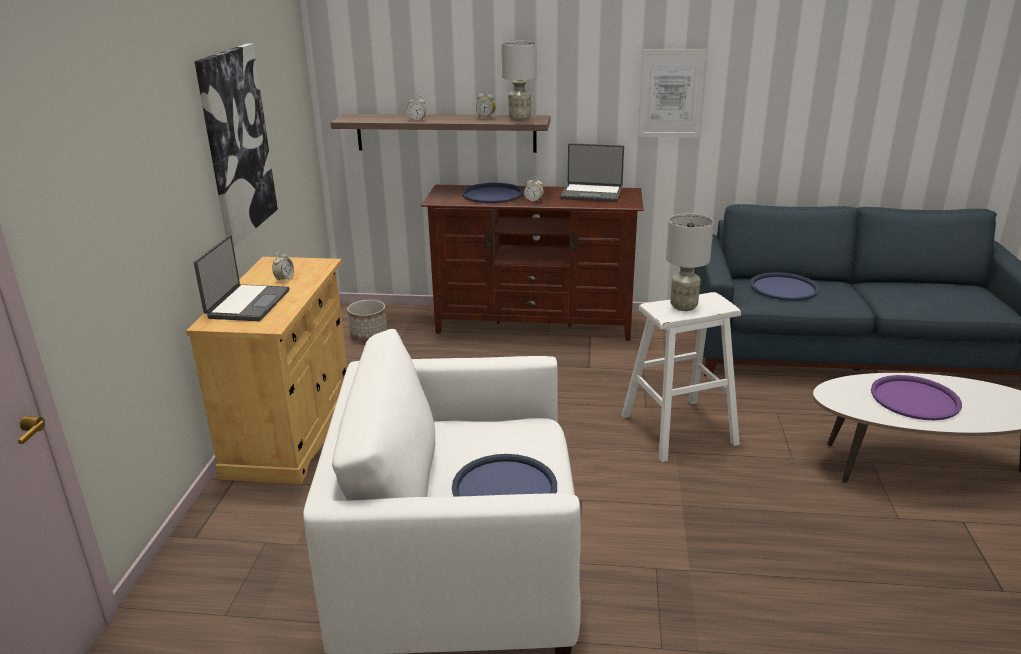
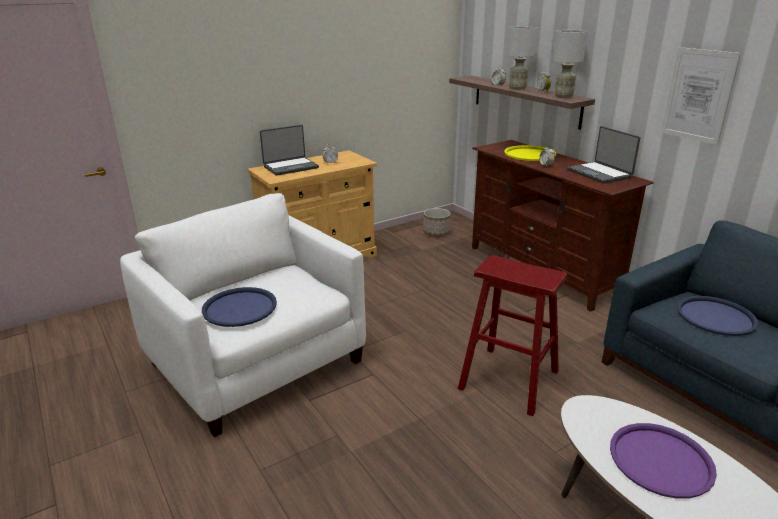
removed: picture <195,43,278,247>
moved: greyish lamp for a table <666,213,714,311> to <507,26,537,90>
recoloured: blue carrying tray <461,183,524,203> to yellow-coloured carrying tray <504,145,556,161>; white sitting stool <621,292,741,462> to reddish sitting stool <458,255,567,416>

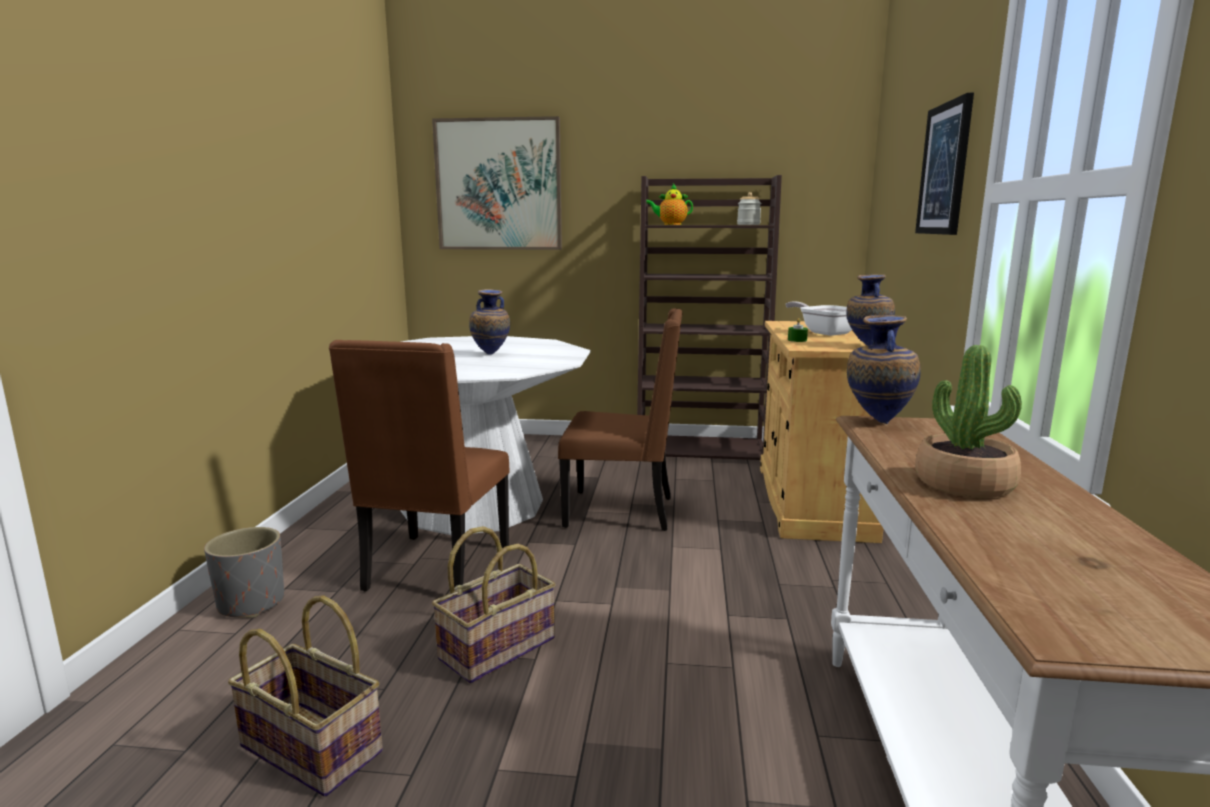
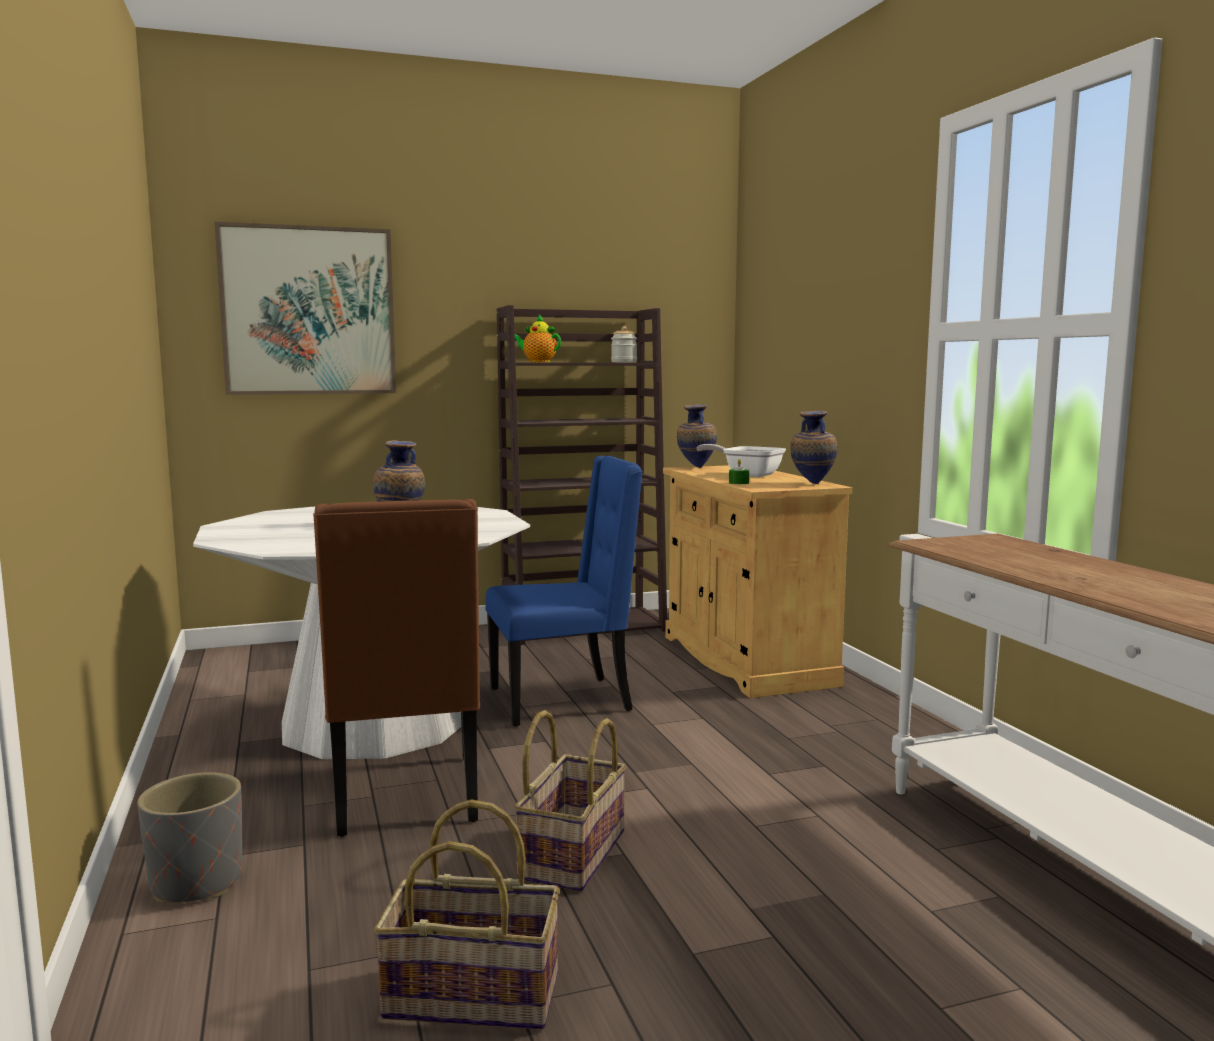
removed: picture <915,93,974,235>; potted plant <915,345,1022,498>
moved: decorative vase <847,315,921,424> to <677,404,717,468>
recoloured: brown-coloured plain chair <558,308,682,531> to blue plain chair <485,456,643,727>
turned: teapot <646,184,693,225> = <515,315,561,362> 45 degrees clockwise

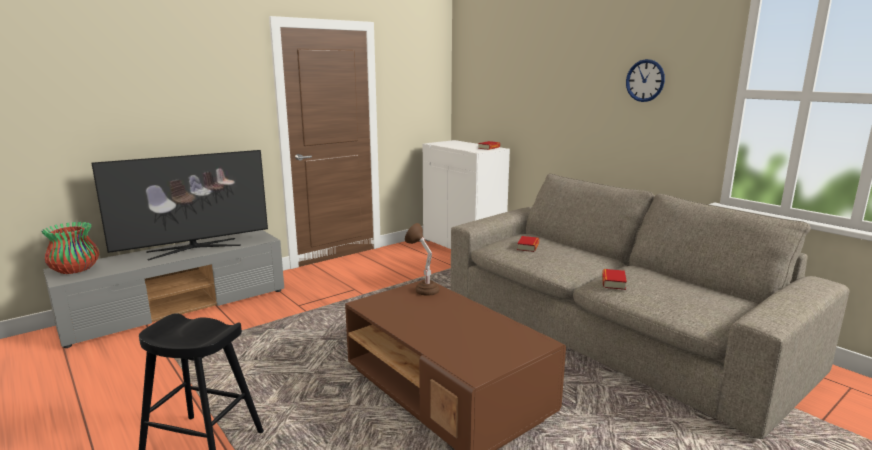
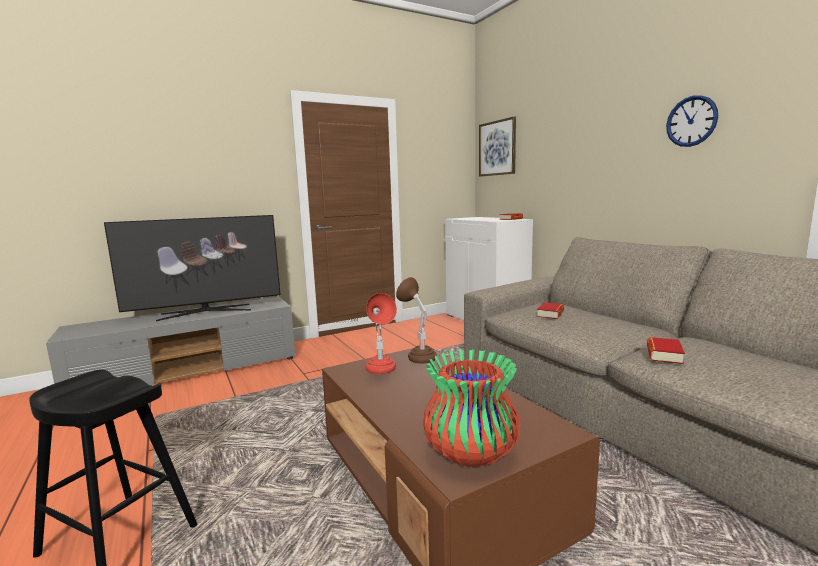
added: reddish lamp for a table <366,293,397,374>; picture <479,116,516,177>
moved: decorative vase <41,222,99,274> to <423,349,521,467>

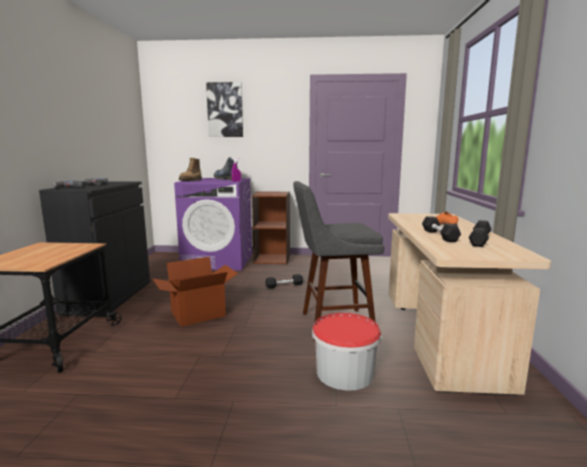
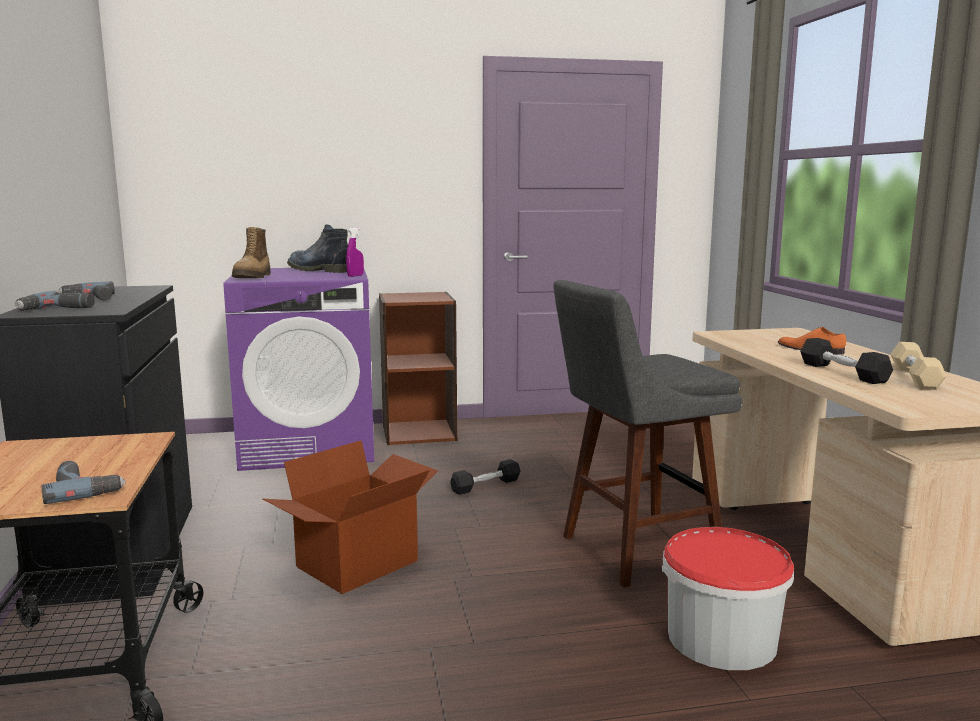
removed: picture <206,82,243,137>
added: power drill <42,461,125,504>
recoloured: blackish dumbbell <469,220,491,247> to sand-coloured dumbbell <890,342,947,390>

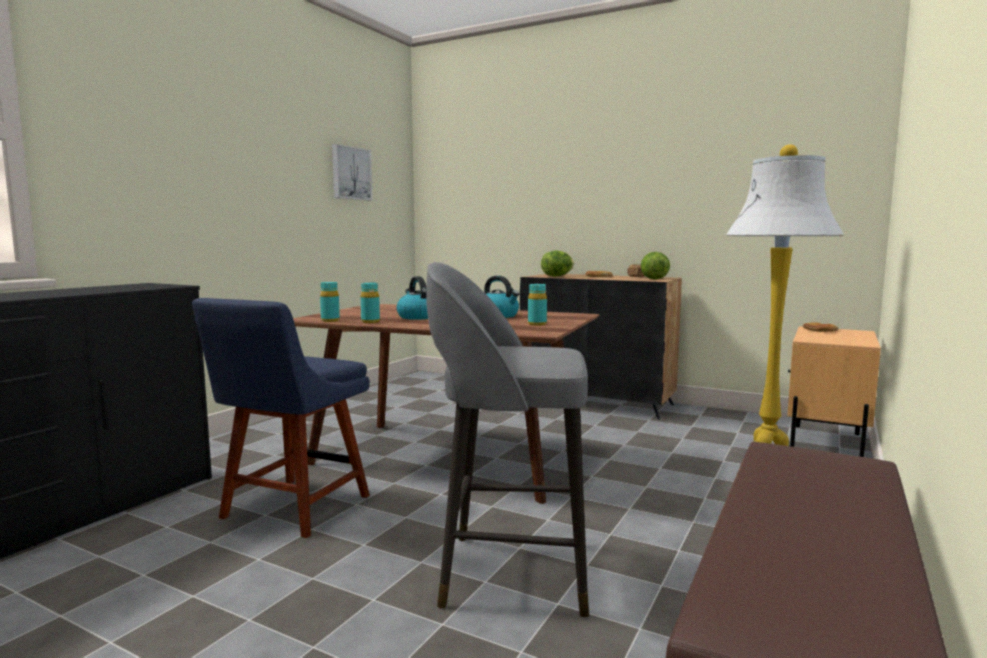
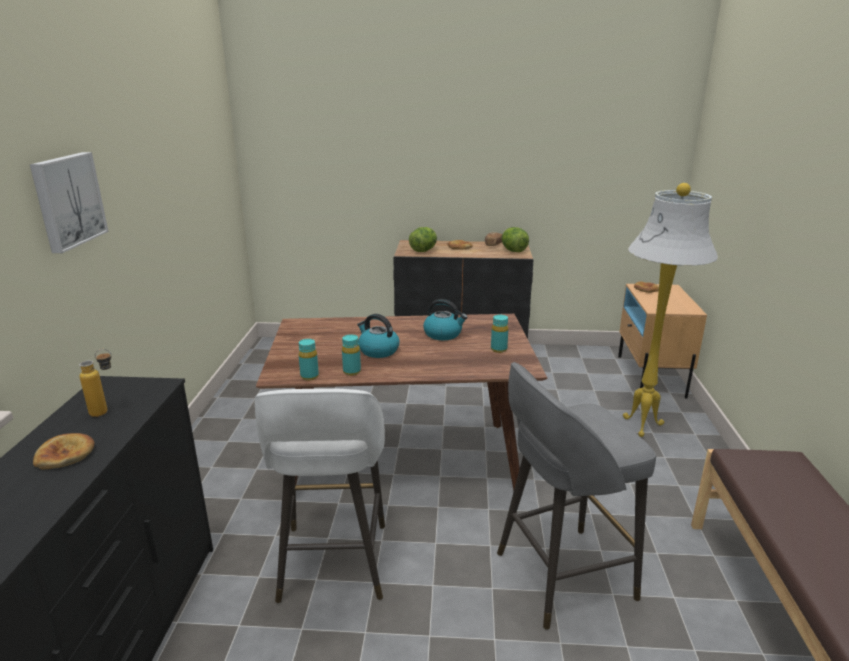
added: baked bread <33,433,94,469>; drink bottle <79,349,112,417>
moved: picture <332,144,372,200> to <30,152,109,253>
replaced: blue plain chair <192,298,370,538> to white sitting stool <254,388,385,603>

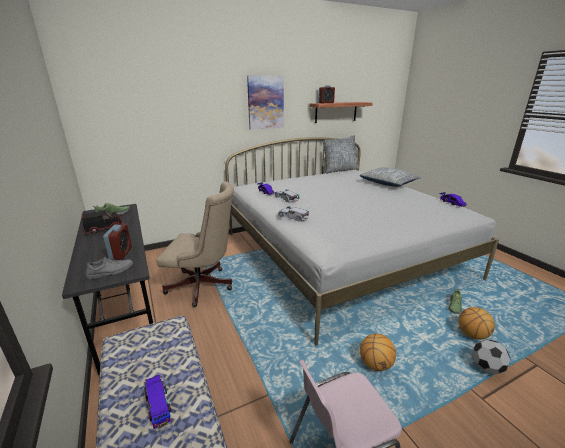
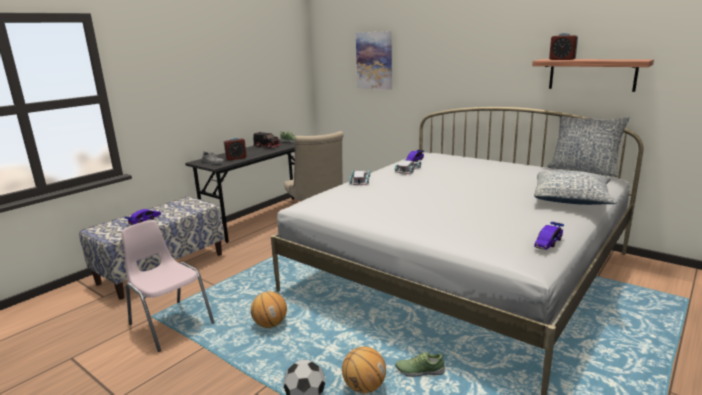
moved: picture <247,75,284,130> to <356,31,392,89>

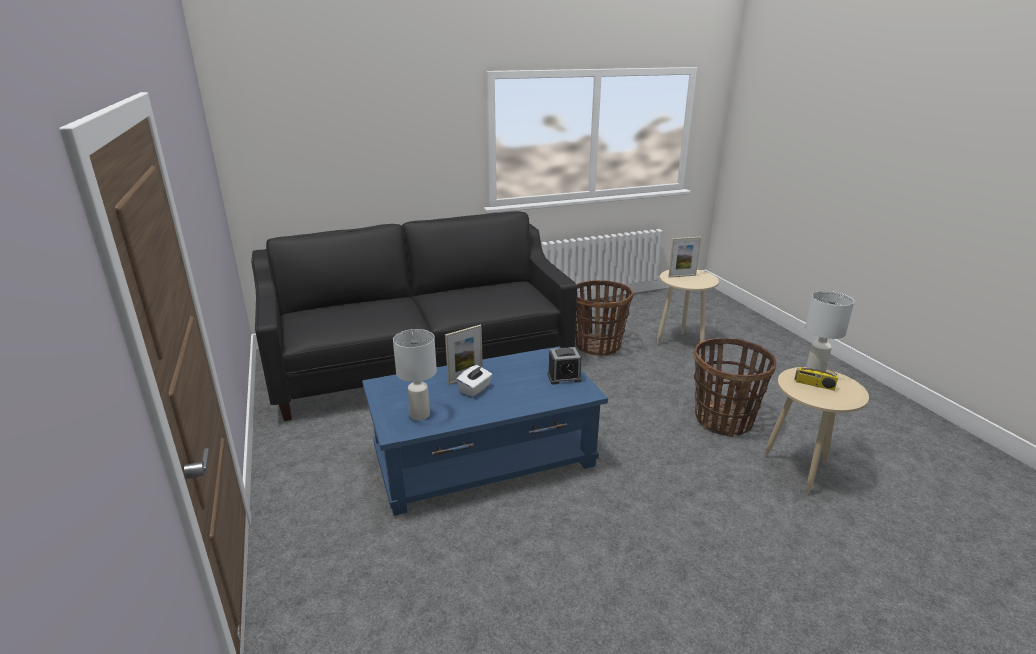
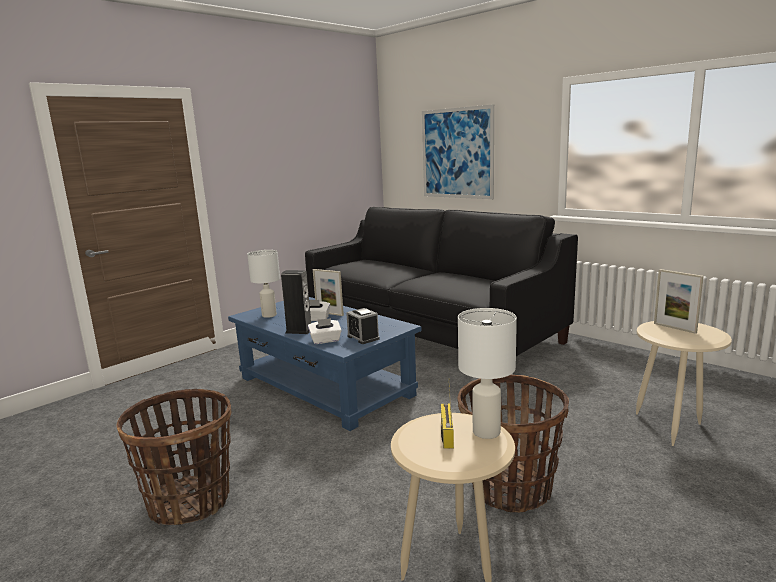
added: speaker <281,270,311,334>; white box of tissues <308,318,342,344>; picture <422,104,494,199>
moved: basket <575,280,633,356> to <116,389,231,525>

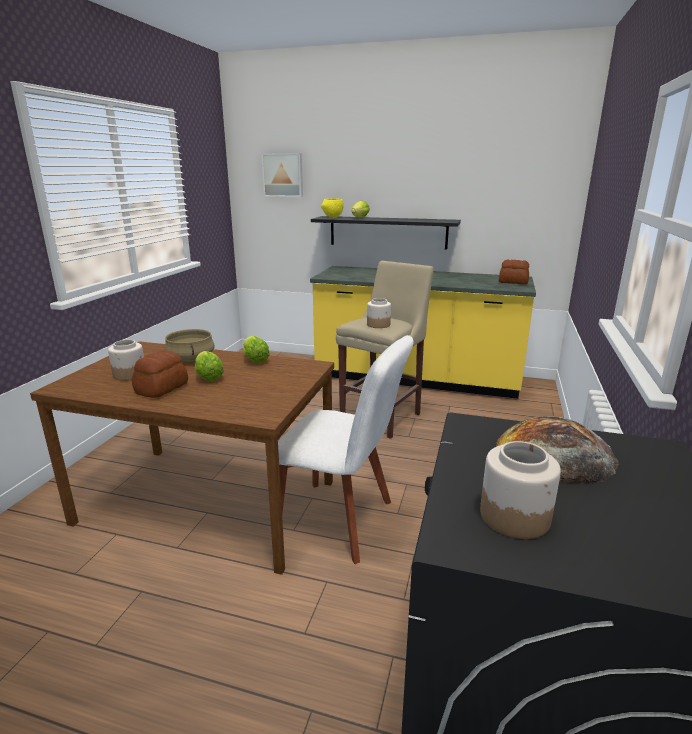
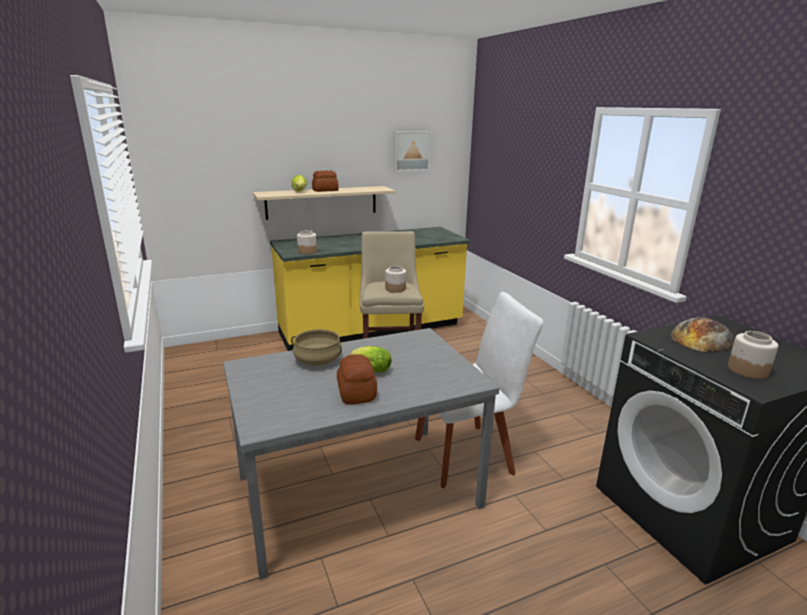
removed: head of lettuce <243,336,270,363>; yellow-coloured deep dish <321,198,344,218>
moved: preserve jar <108,340,144,381> to <297,230,317,254>; picture <261,153,303,197> to <394,131,431,172>; baked bread <499,260,529,285> to <312,171,339,192>
recoloured: brown-coloured dining table <30,341,334,575> to greyish dining table <223,328,499,580>; blackish bracket shelf <311,216,461,250> to sand-coloured bracket shelf <253,186,395,220>

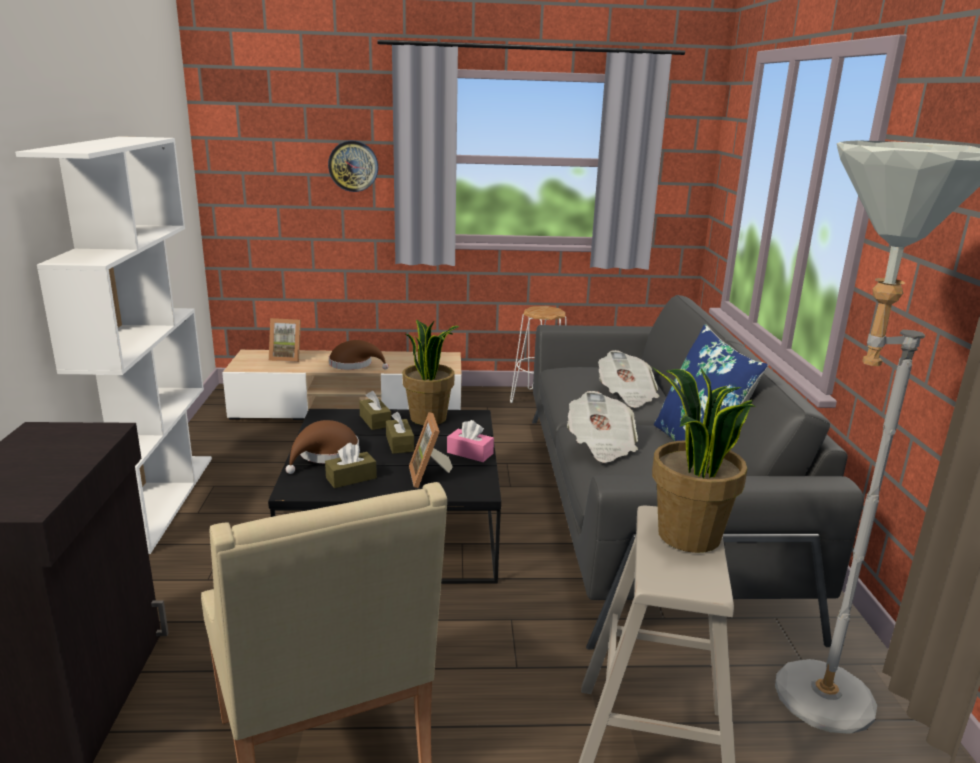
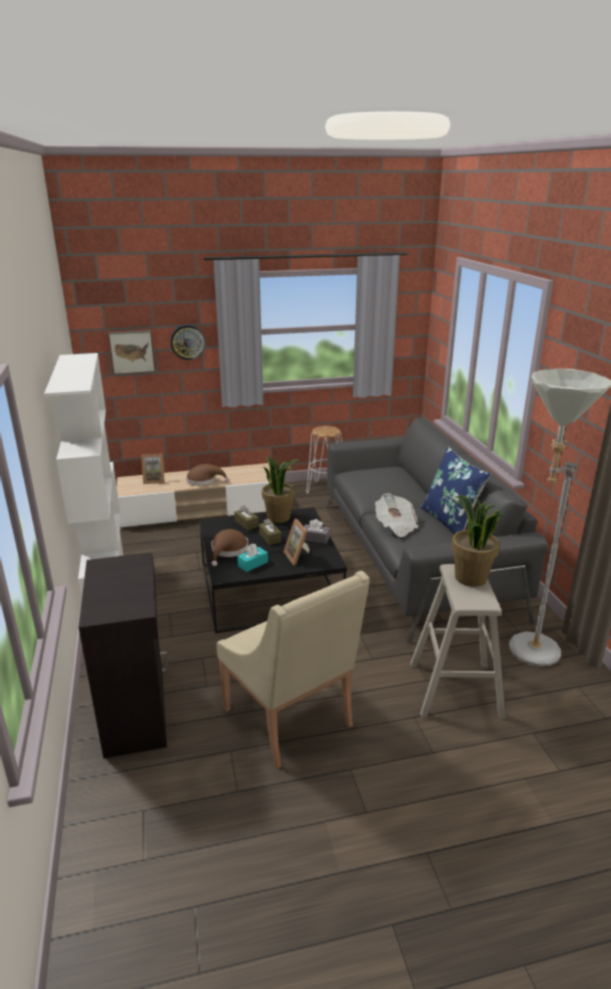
removed: printed paper <598,350,659,408>
added: picture <108,330,155,374>
recoloured: brown-coloured box of tissues <325,443,377,488> to blue-green box of tissues <237,544,268,572>; pink box of tissues <447,420,494,462> to greyish box of tissues <304,519,330,544>

